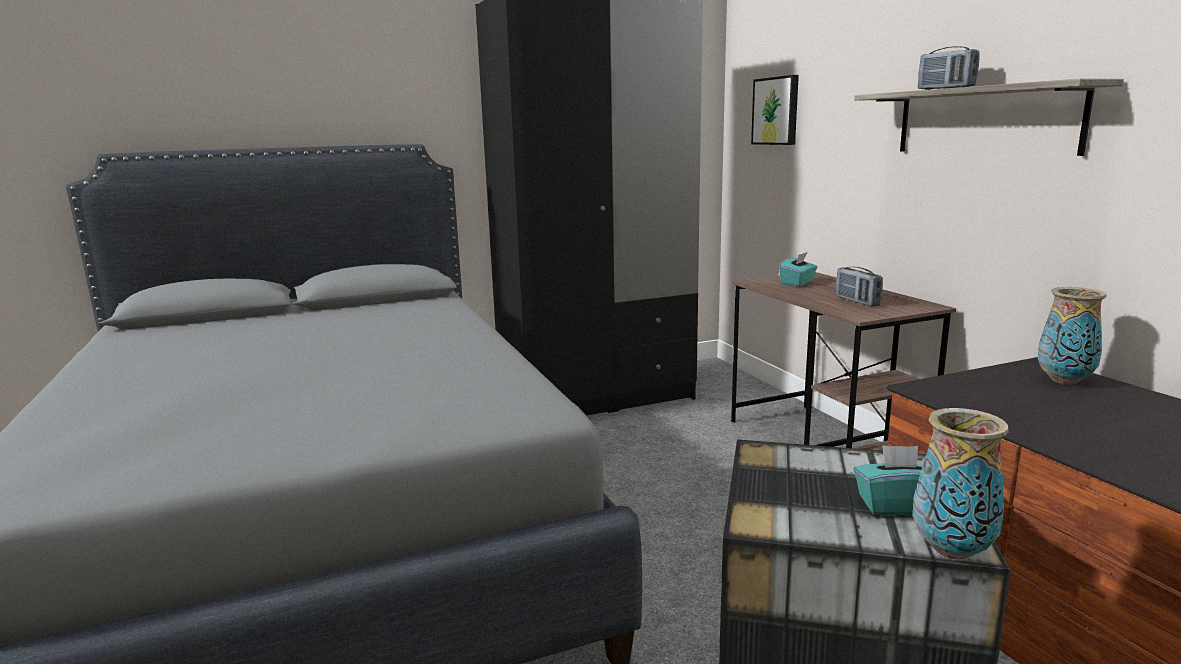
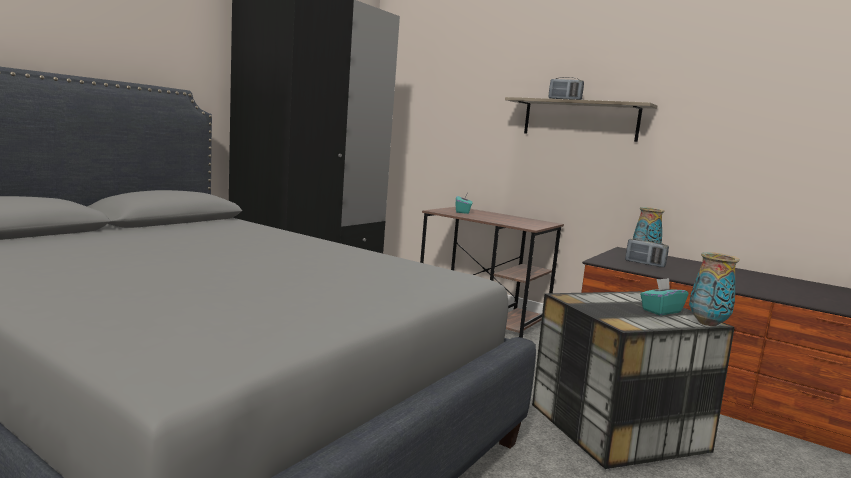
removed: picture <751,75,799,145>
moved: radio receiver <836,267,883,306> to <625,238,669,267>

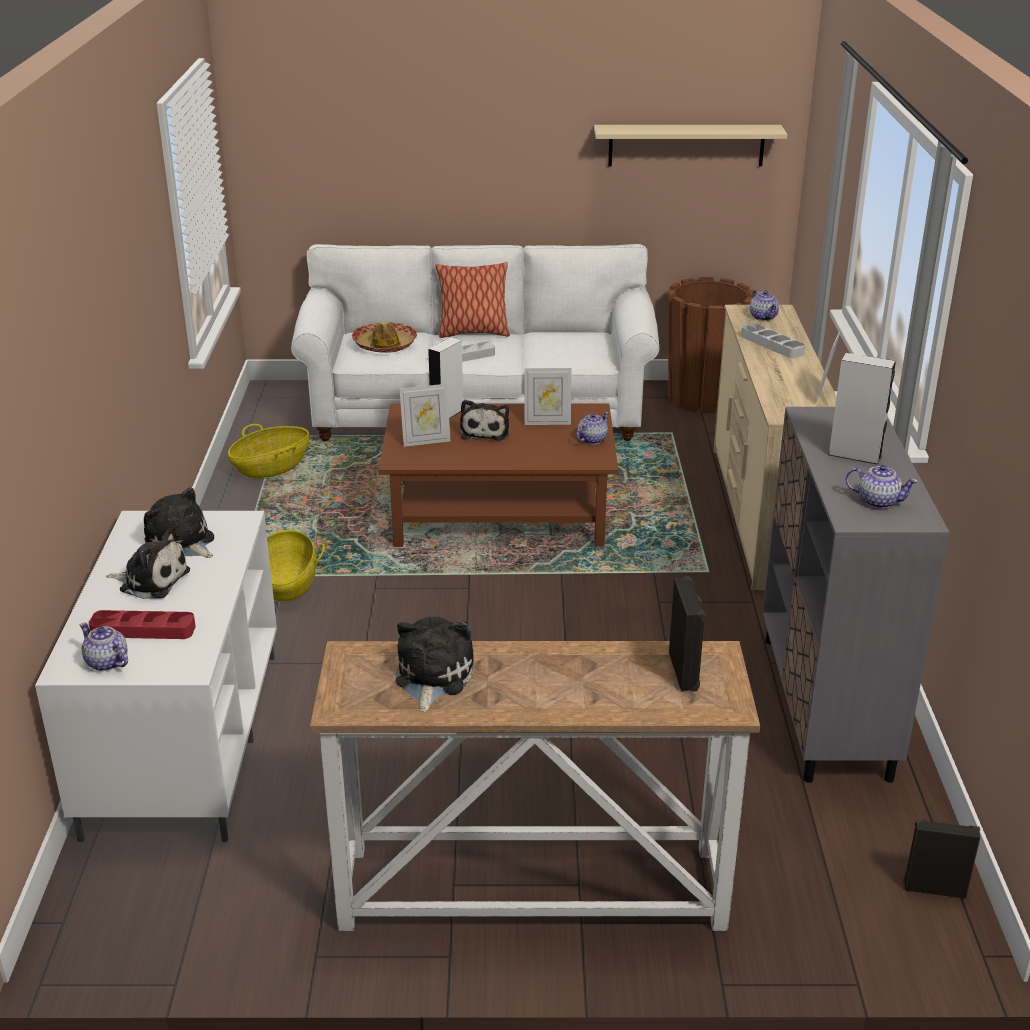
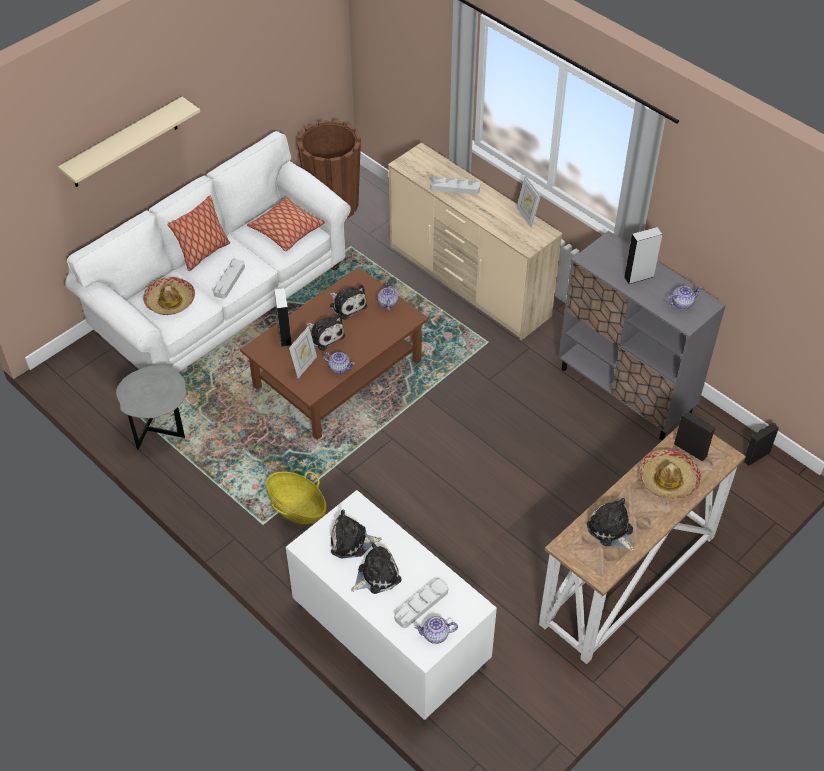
added: pillow <247,197,325,251>; clothing hat <639,449,701,499>
moved: sand-coloured bracket shelf <594,125,787,166> to <58,97,200,187>; teapot <750,290,779,321> to <323,352,355,374>
replaced: basket <228,424,309,479> to greyish side table <116,365,186,450>; photo frame <525,368,572,425> to cuddly toy <330,285,367,320>
recoloured: reddish carrying tray <89,610,196,639> to greyish carrying tray <394,578,448,628>

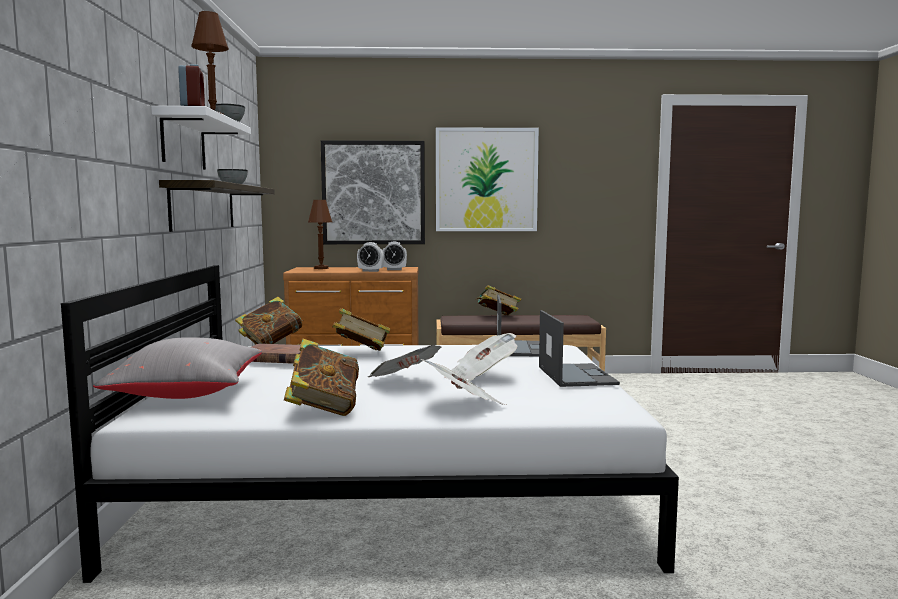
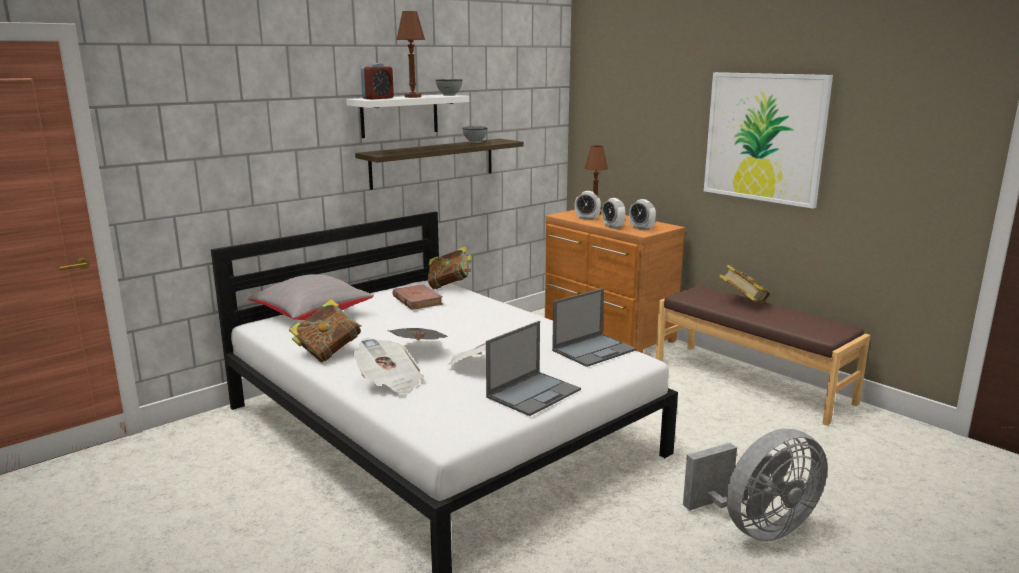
removed: picture <321,140,425,244>; volume <332,308,390,351>
added: alarm clock <575,191,601,220>; greyish cooling fan <683,429,827,541>

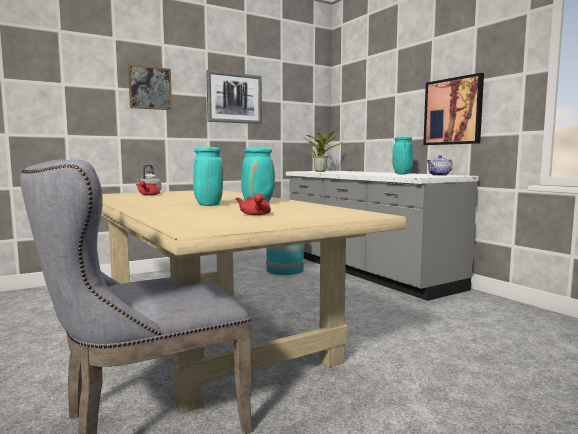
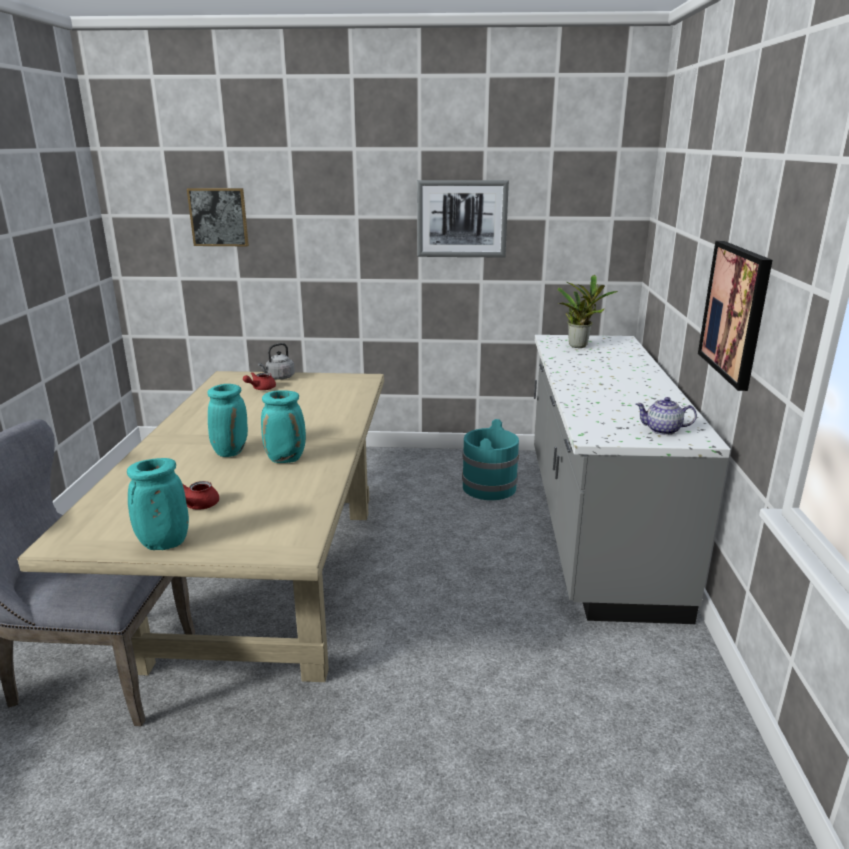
moved: picture <128,64,172,110> to <187,188,249,246>; blue-green decorative vase <392,137,413,174> to <127,458,189,550>

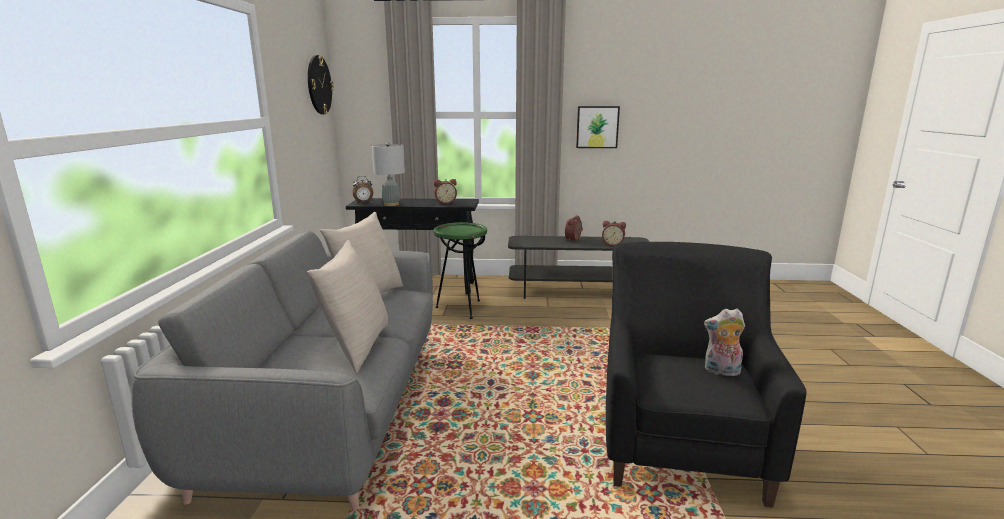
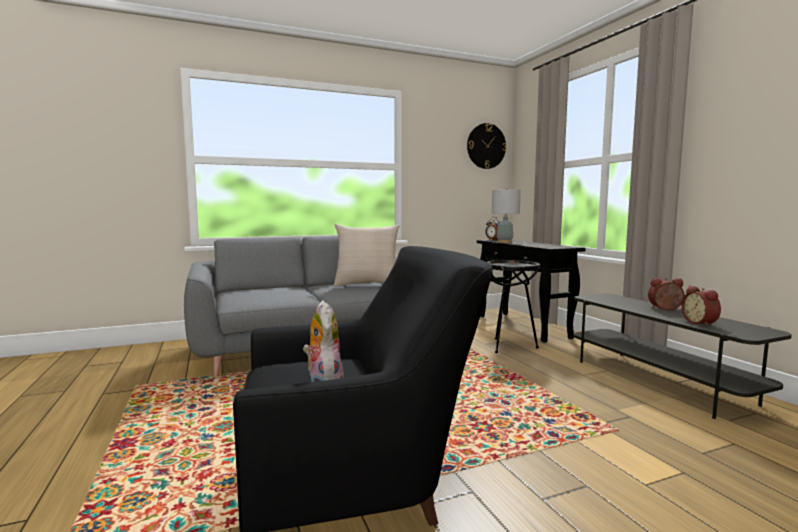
removed: sand-coloured pillow <307,240,388,373>; alarm clock <434,179,457,204>; picture <576,106,620,148>
recoloured: greenish side table <433,222,487,319> to blackish side table <487,260,540,353>

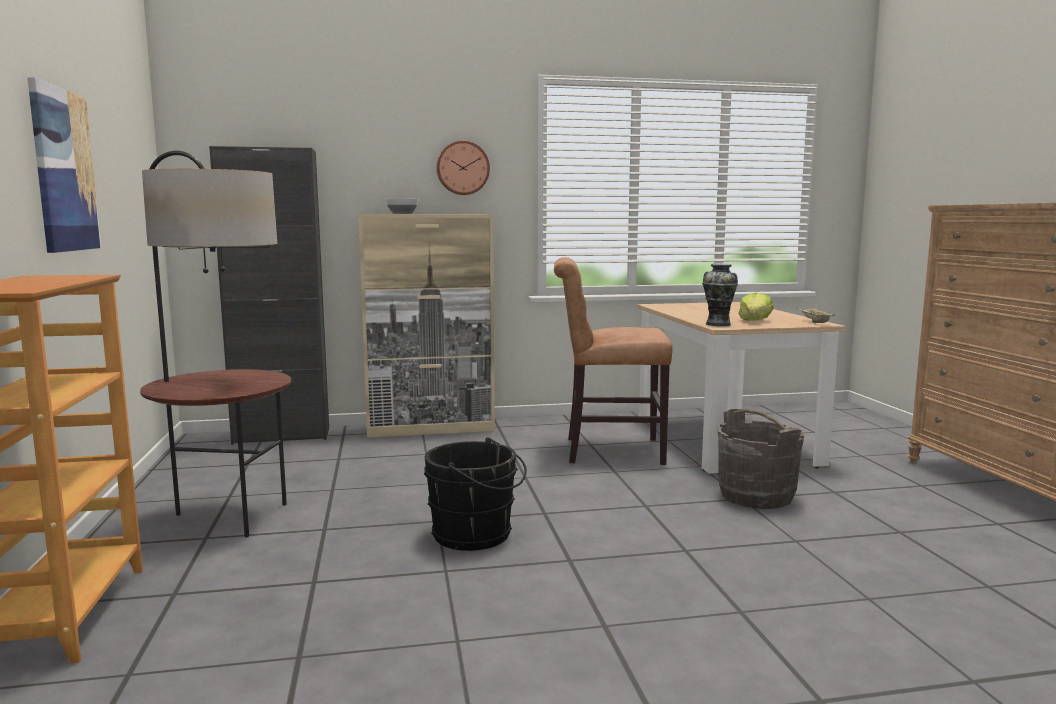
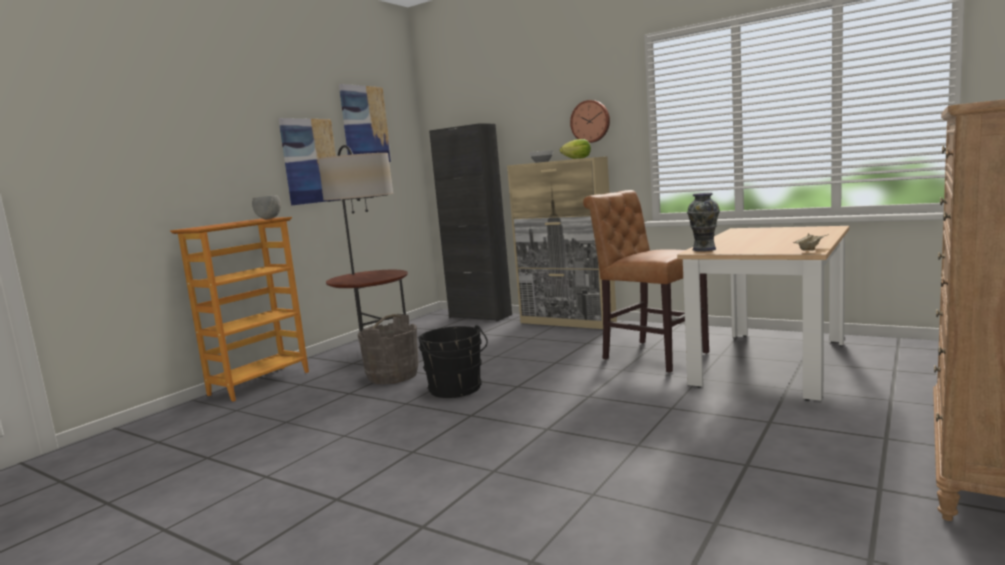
added: greyish deep dish <252,195,281,219>; picture <339,84,391,162>
moved: greyish pail <718,409,804,509> to <358,314,419,384>; head of lettuce <738,293,773,321> to <560,139,591,159>

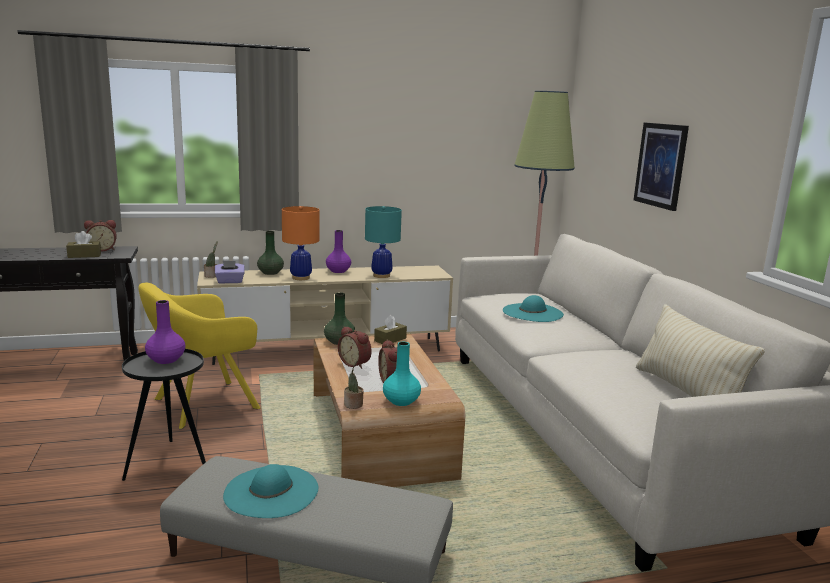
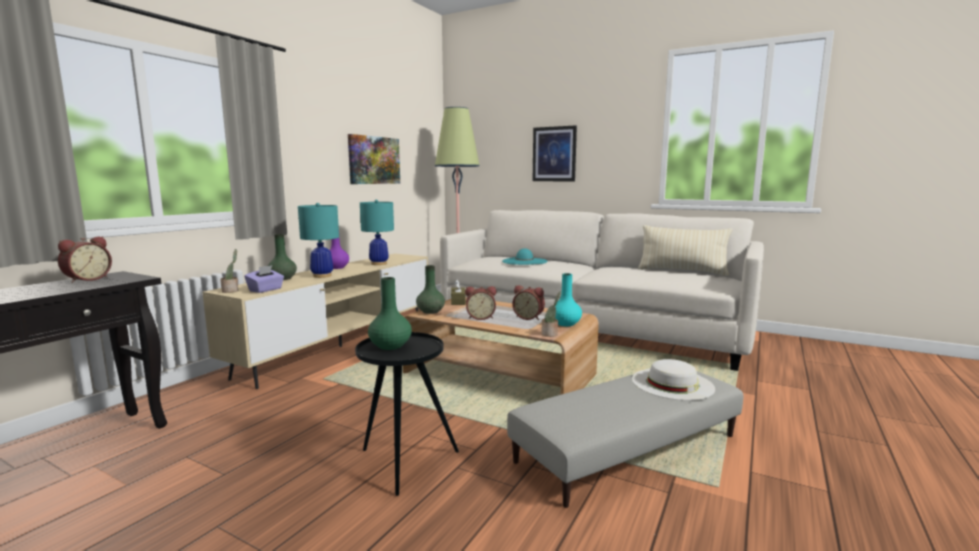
removed: brown-coloured box of tissues <66,231,101,258>; yellow-coloured lounge chair <138,283,261,429>; blue-green clothing hat <223,464,318,518>
added: picture <348,134,400,184>; white clothing hat <632,359,715,400>
recoloured: purple decorative vase <145,300,185,364> to greenish decorative vase <368,277,412,350>; orangey lamp for a table <282,206,319,280> to blue-green lamp for a table <298,203,339,278>

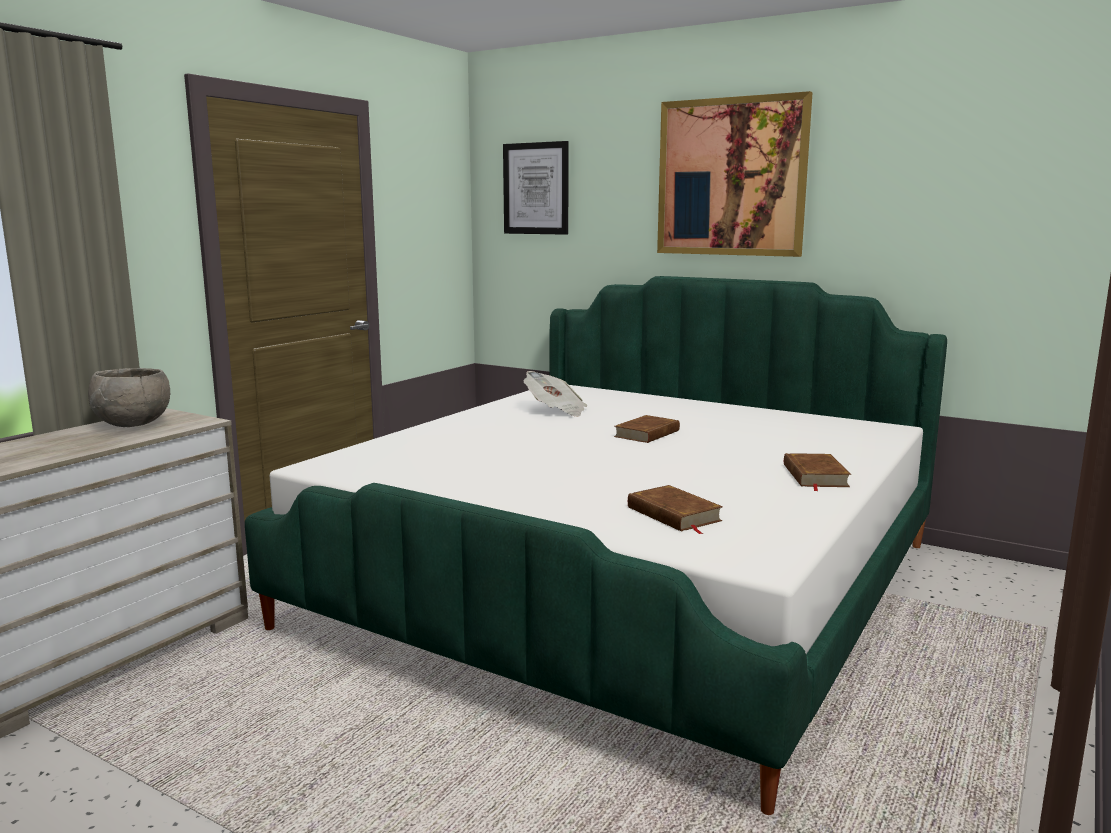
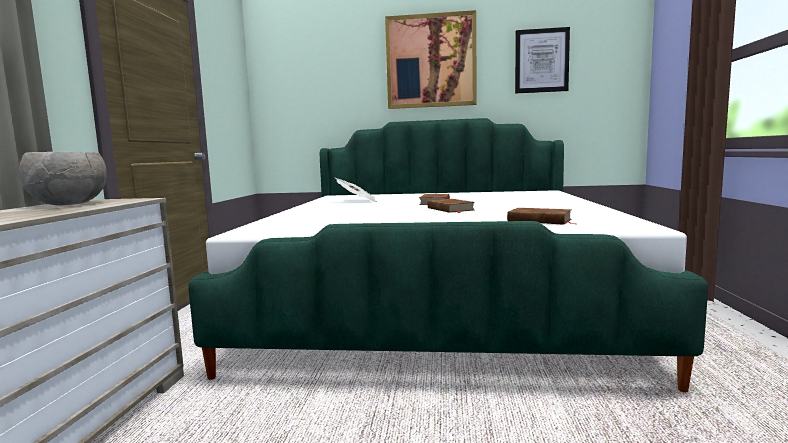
moved: picture <503,141,569,235> to <515,27,570,94>; brown-coloured volume <784,453,851,491> to <427,199,475,213>

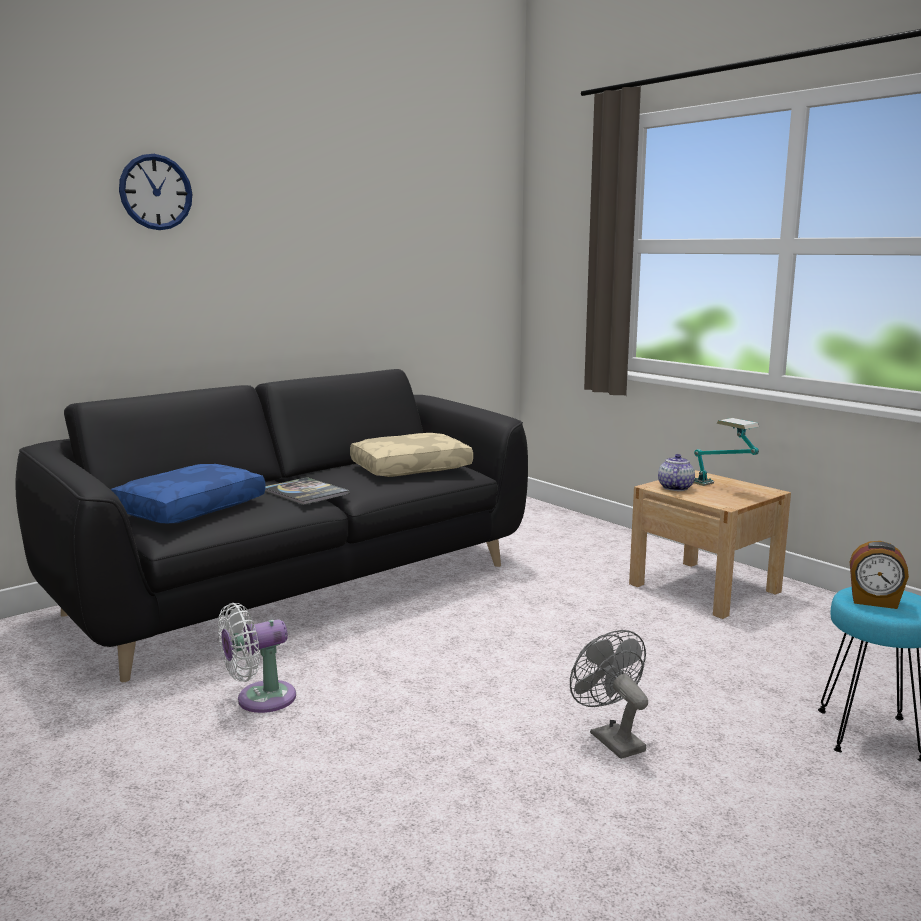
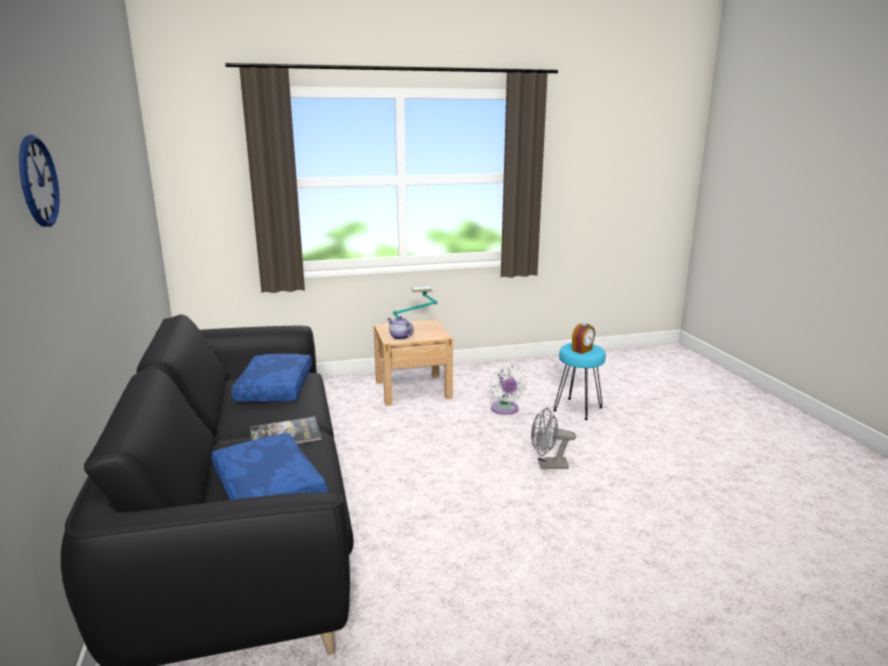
moved: white cooling fan <218,603,296,713> to <489,365,527,415>
recoloured: sand-coloured pillow <350,433,473,477> to blue pillow <231,354,312,402>

